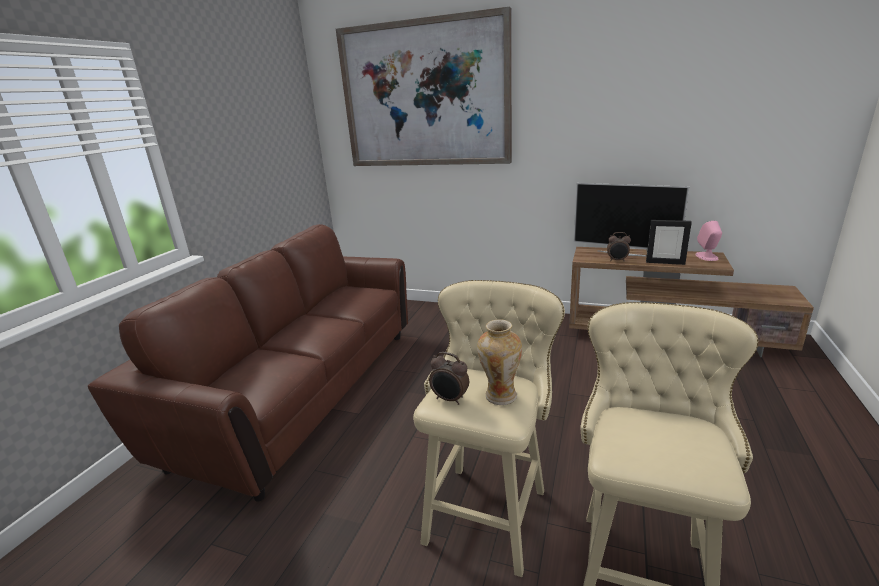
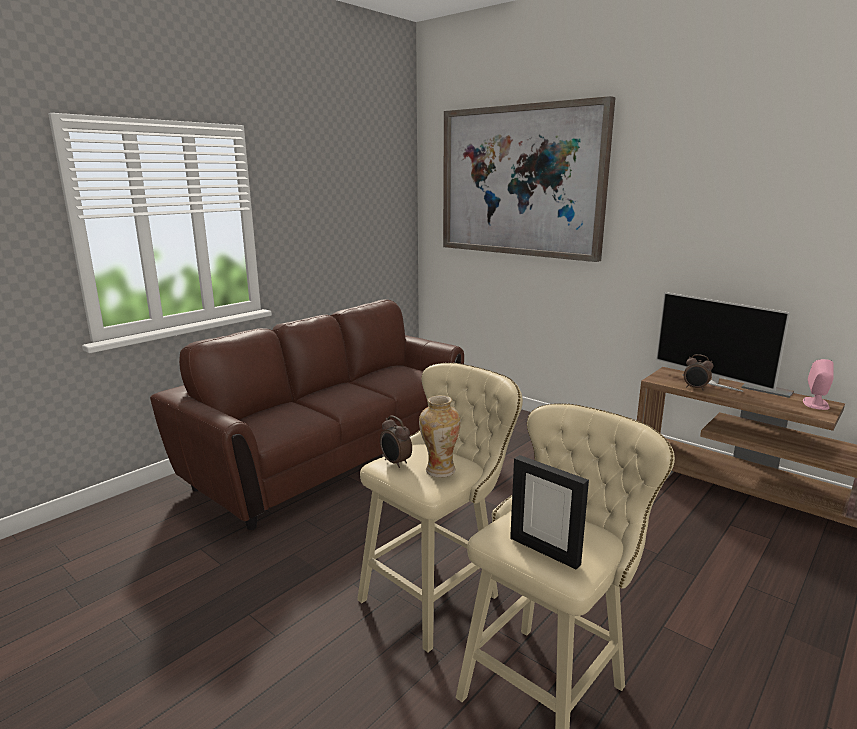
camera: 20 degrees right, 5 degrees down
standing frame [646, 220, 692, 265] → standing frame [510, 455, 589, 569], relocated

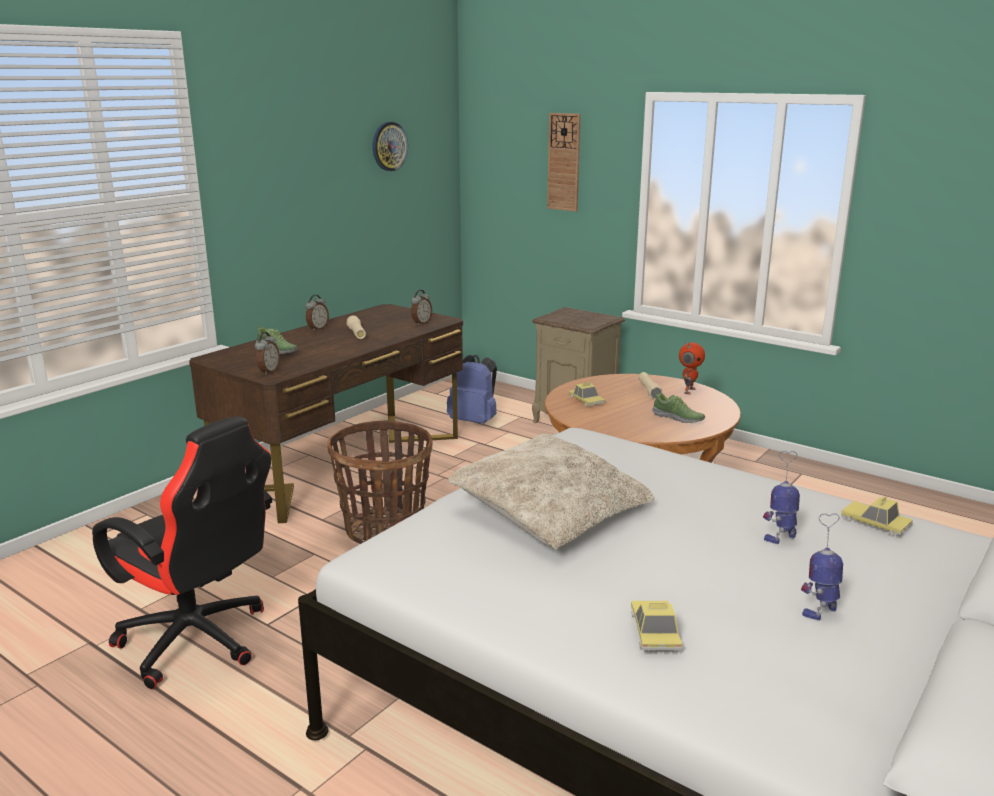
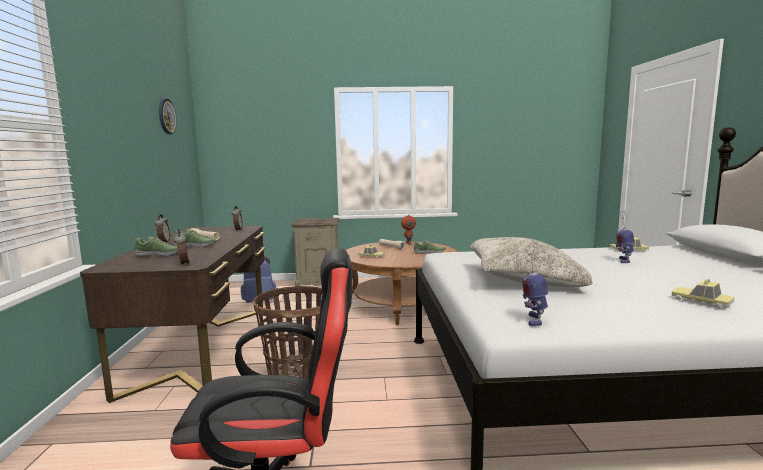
camera: 40 degrees left, 10 degrees down
hanging clock [547, 113, 581, 212] → -
toy robot [801, 513, 843, 621] → toy robot [523, 245, 548, 326], relocated
- → low shoe [174, 229, 216, 247]

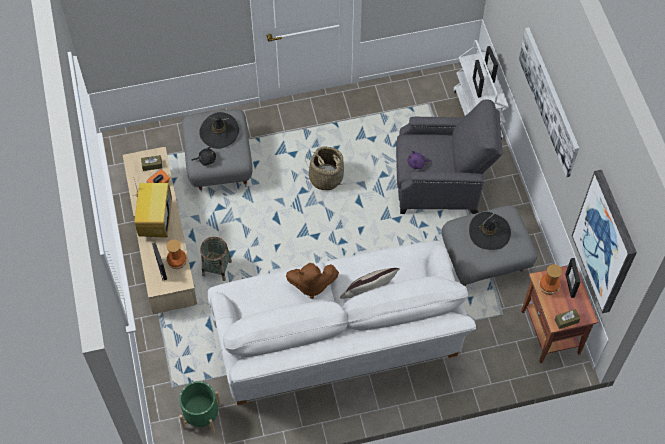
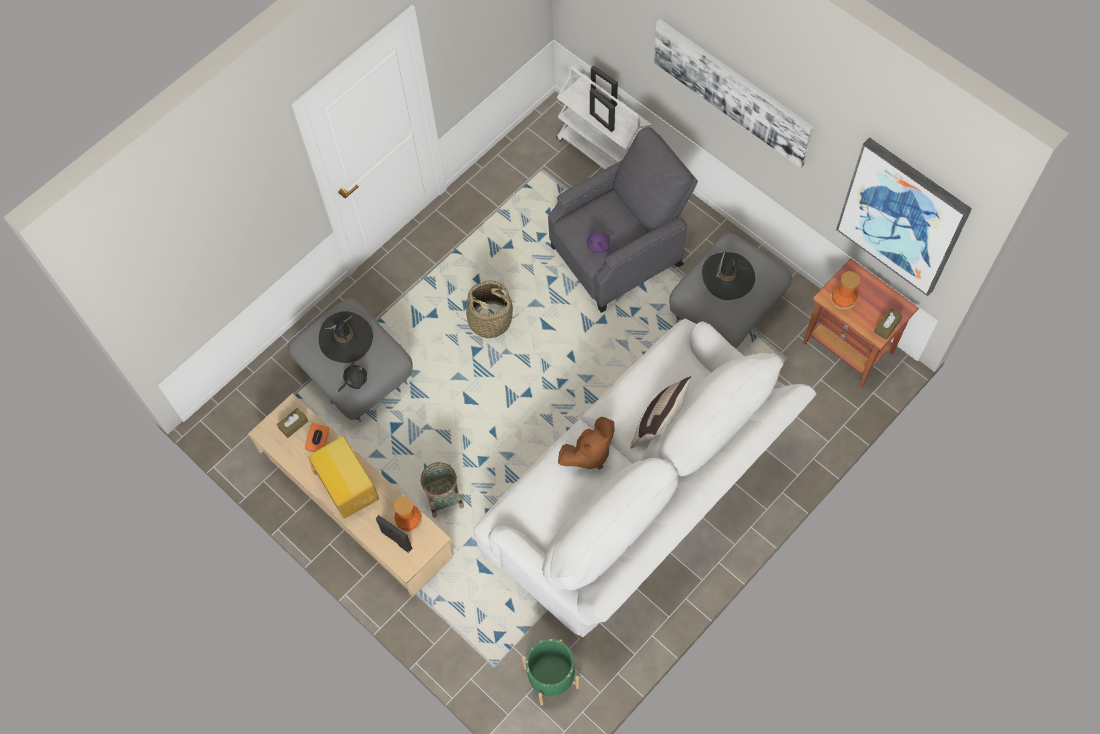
camera: 30 degrees left, 5 degrees up
standing frame [565, 258, 580, 298] → -

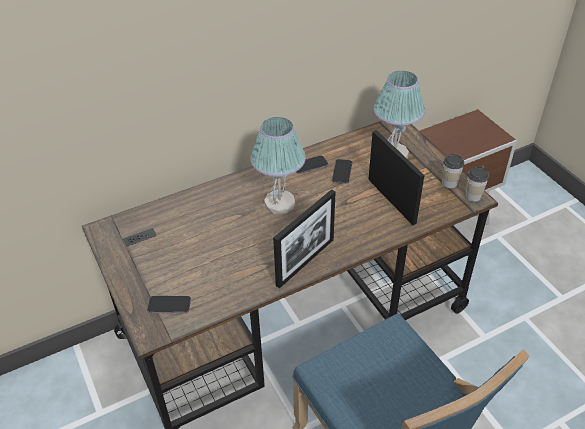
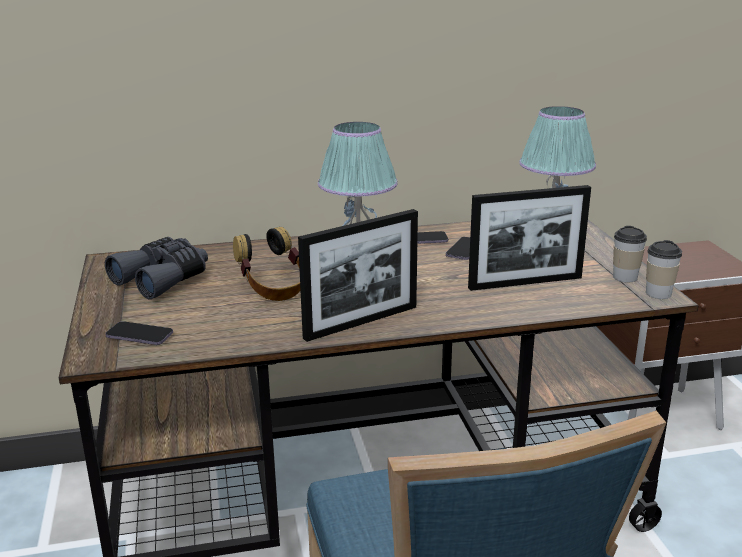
camera: 15 degrees right, 20 degrees down
standing frame [368, 130, 424, 225] → standing frame [468, 185, 591, 291], 90 degrees clockwise
- → pair of headphones [233, 227, 300, 301]
- → greyish binoculars [105, 237, 208, 299]

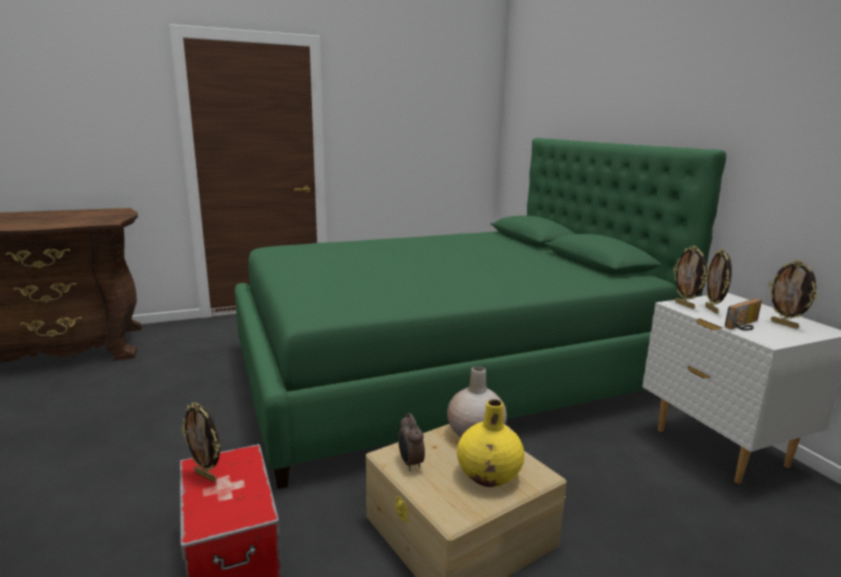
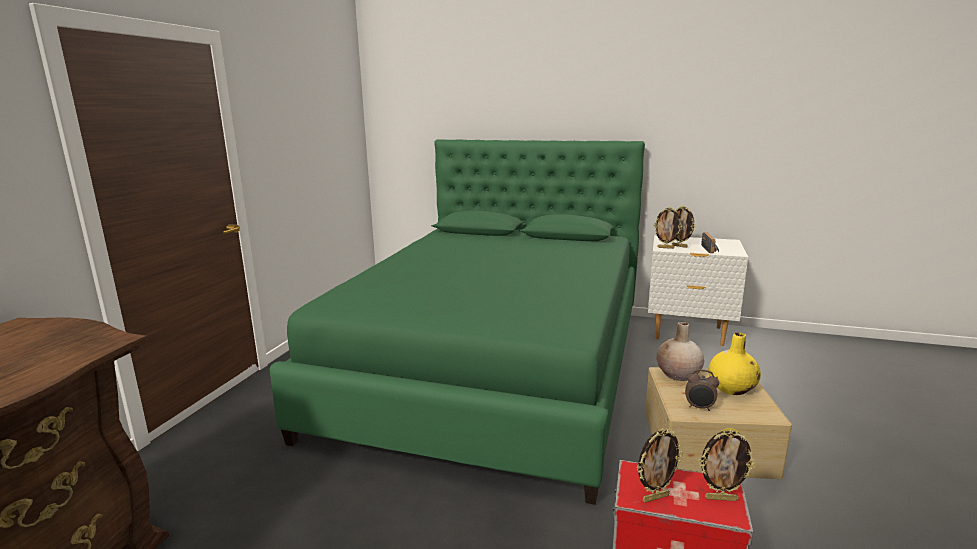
camera: 50 degrees left, 0 degrees up
standing frame [768, 259, 818, 329] → standing frame [699, 429, 756, 501], relocated

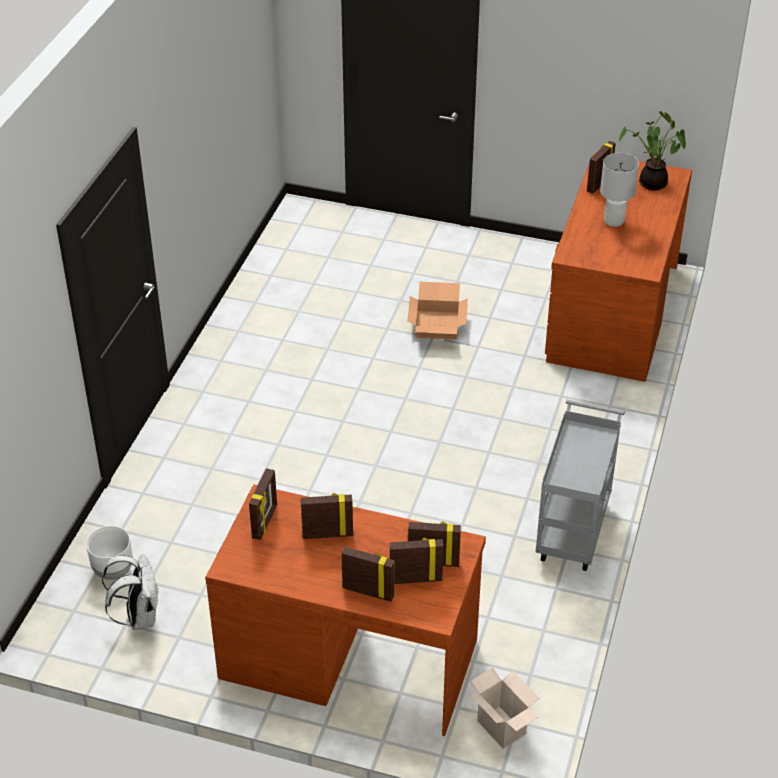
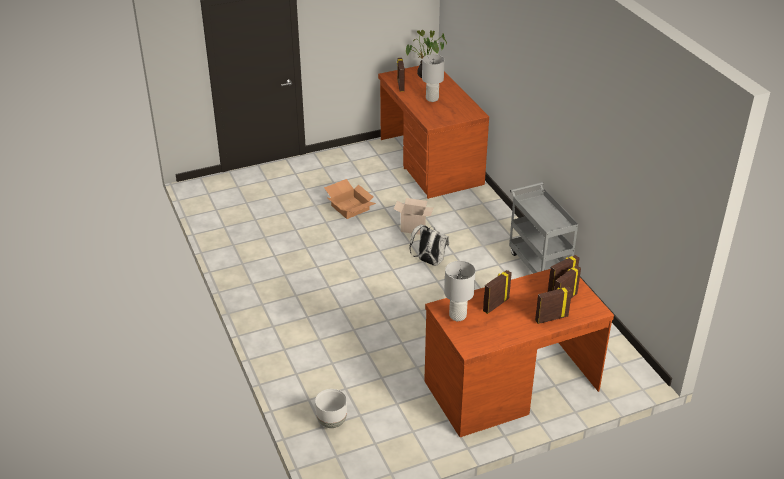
camera: 40 degrees left, 5 degrees down
standing frame [249, 468, 277, 540] → greyish tabletop lamp [444, 261, 475, 321]
white rucksack [102, 554, 158, 630] → white rucksack [410, 224, 449, 266], relocated
cardboard box [470, 668, 539, 749] → cardboard box [394, 198, 434, 235], relocated

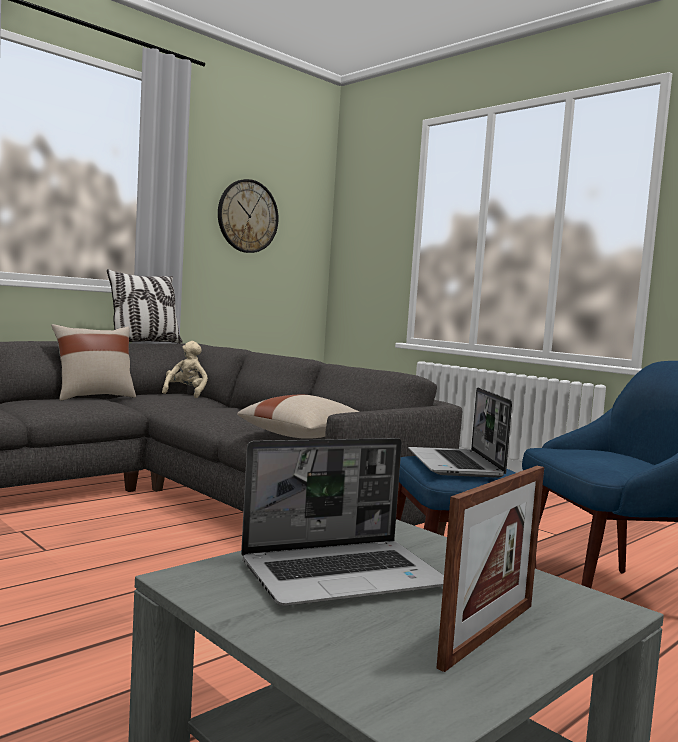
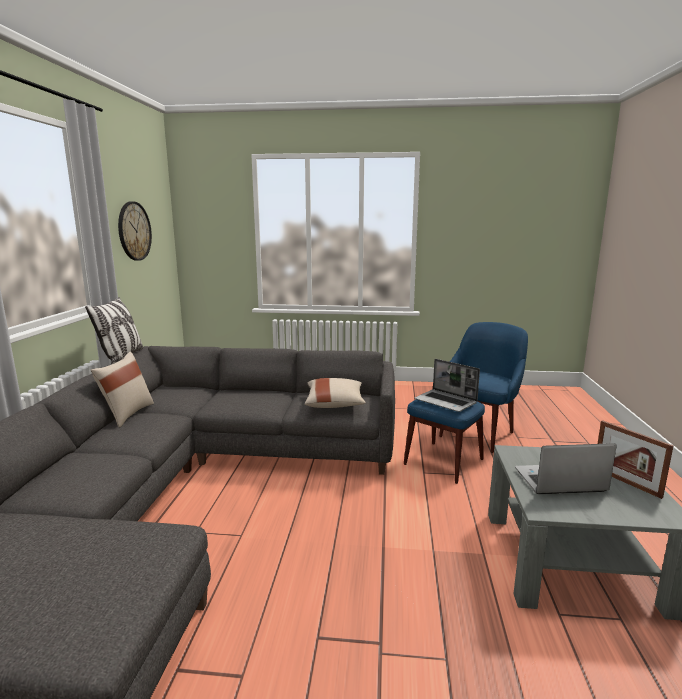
camera: 40 degrees left, 10 degrees up
beige-coloured plush toy [162, 341, 208, 398] → -
notebook computer [241, 438, 444, 606] → notebook computer [515, 443, 617, 494], 120 degrees counterclockwise
standing frame [436, 466, 544, 672] → standing frame [598, 420, 674, 499], 150 degrees clockwise

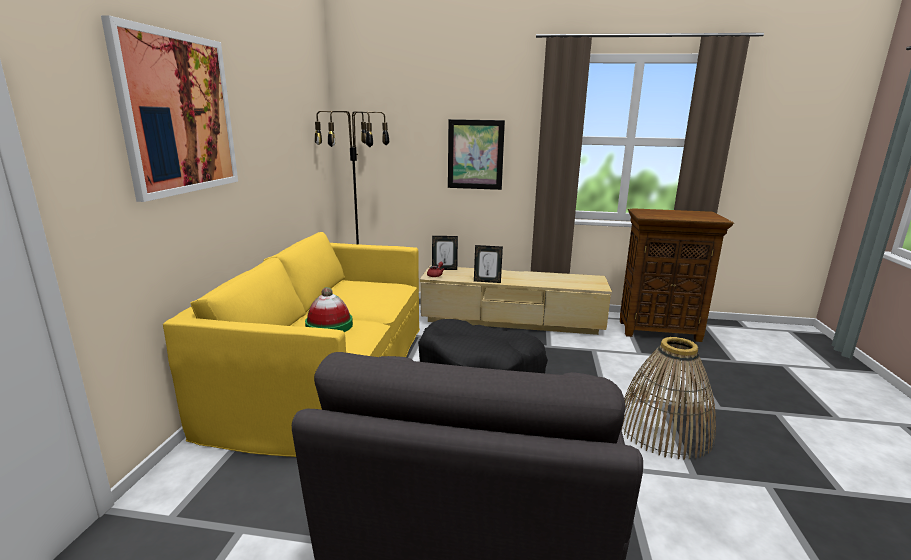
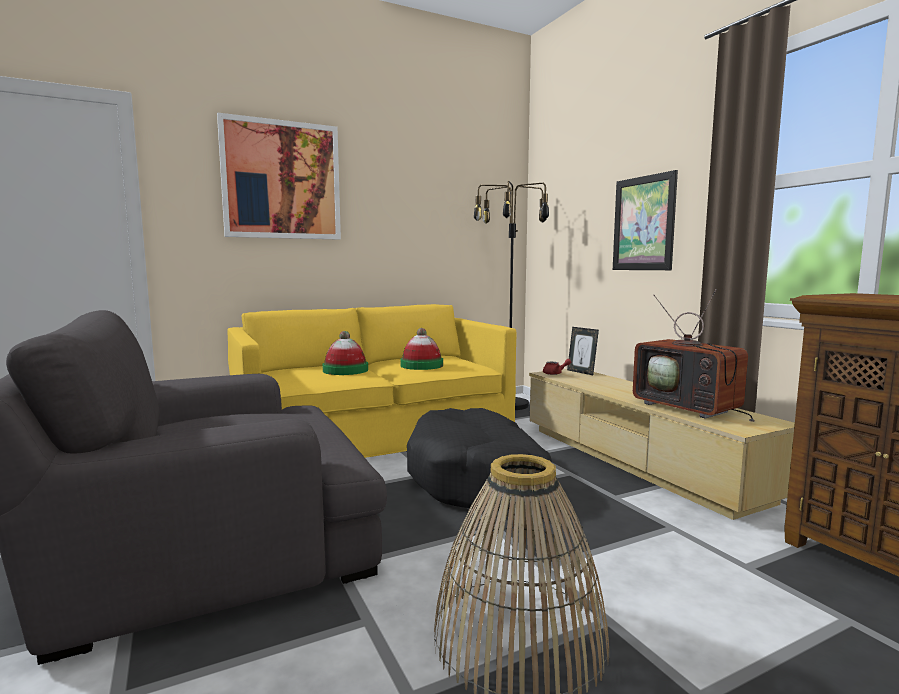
camera: 55 degrees right, 10 degrees down
standing frame [474, 245, 503, 283] → -
- → TV [633, 289, 755, 422]
- → hat [400, 328, 443, 370]

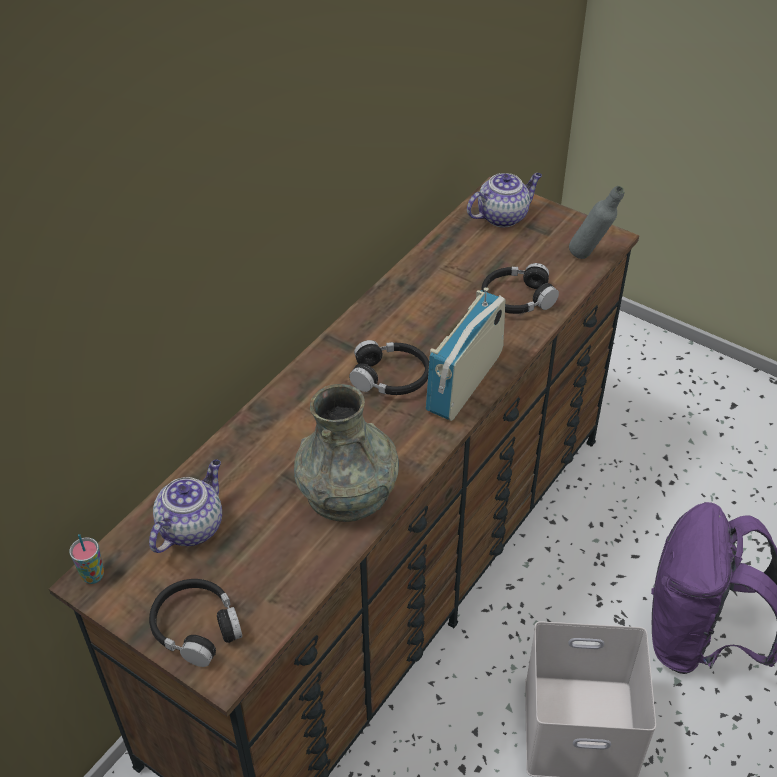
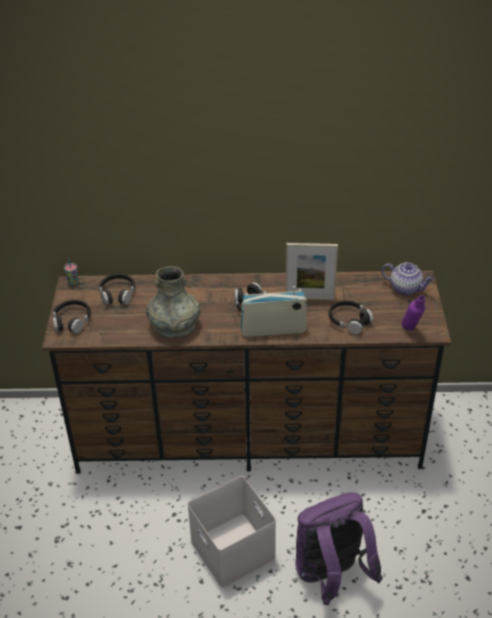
camera: 55 degrees right, 5 degrees down
greyish drink bottle [569, 186, 625, 259] → purplish drink bottle [402, 295, 425, 331]
pot for tea [149, 460, 222, 553] → blackish pair of headphones [99, 274, 135, 305]
- → standing frame [286, 243, 338, 300]

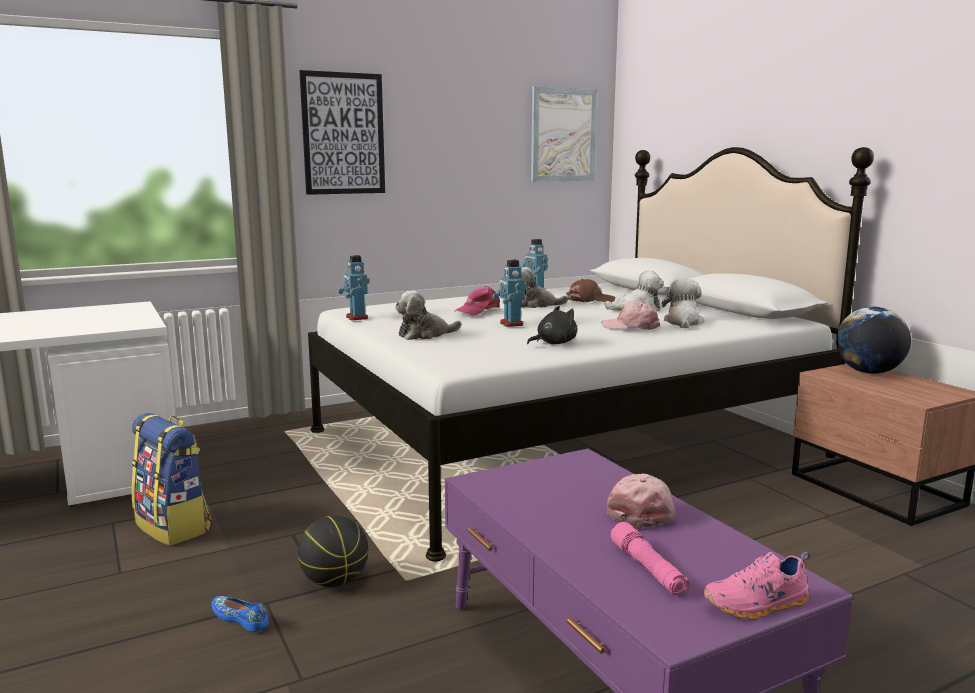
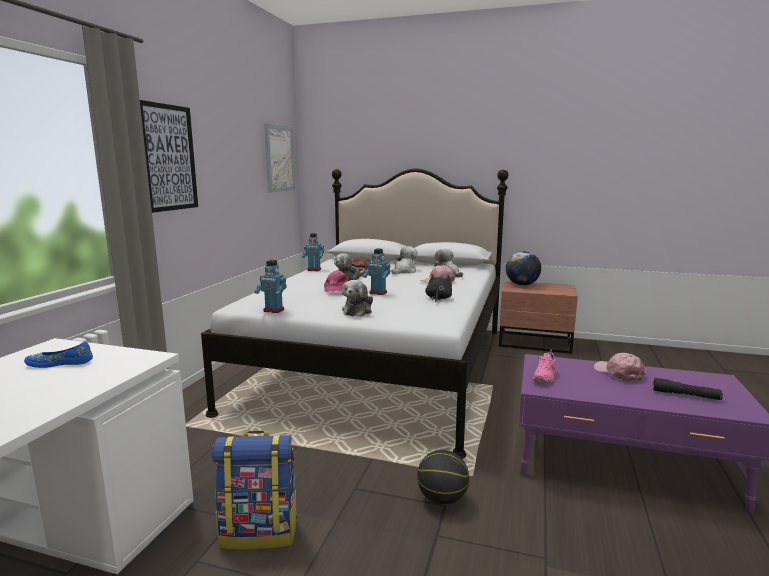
camera: 45 degrees left, 0 degrees up
pinkish hand torch [611, 522, 690, 595] → blackish hand torch [653, 378, 723, 400]
pinkish low shoe [704, 551, 809, 620] → pinkish low shoe [533, 349, 556, 383], relocated
bluish low shoe [212, 596, 269, 633] → bluish low shoe [24, 341, 93, 368], relocated

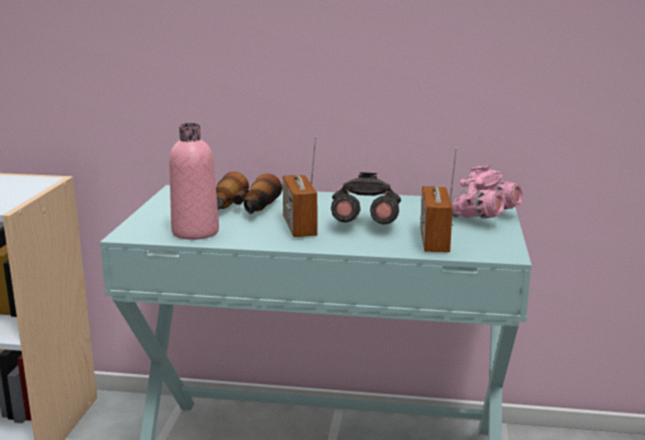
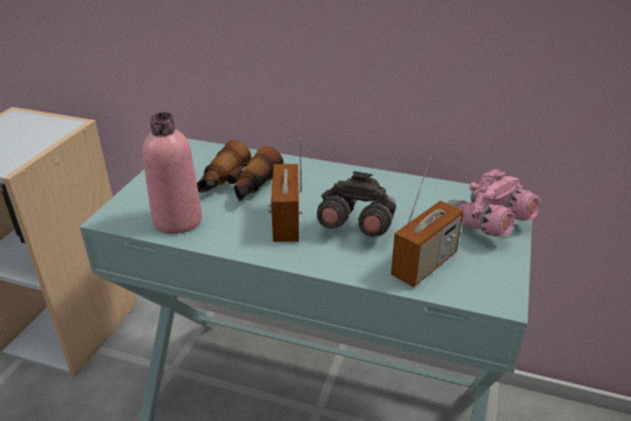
camera: 10 degrees right, 15 degrees up
radio receiver [420, 148, 457, 252] → radio receiver [391, 157, 464, 287], 150 degrees counterclockwise

